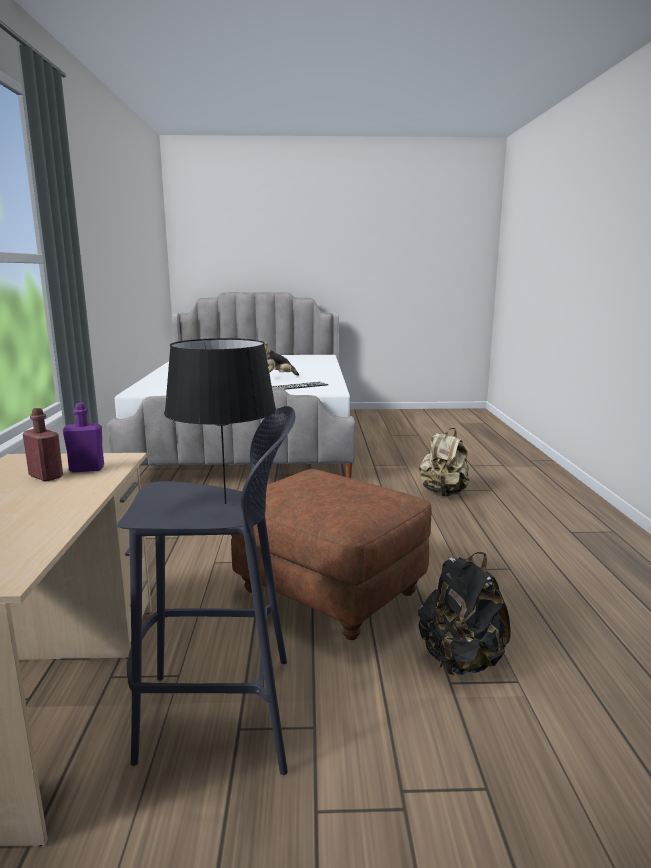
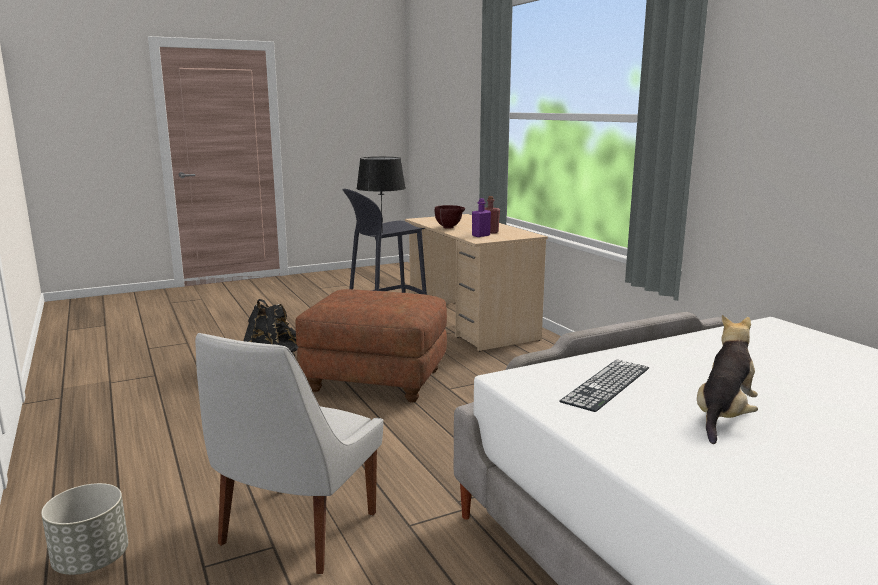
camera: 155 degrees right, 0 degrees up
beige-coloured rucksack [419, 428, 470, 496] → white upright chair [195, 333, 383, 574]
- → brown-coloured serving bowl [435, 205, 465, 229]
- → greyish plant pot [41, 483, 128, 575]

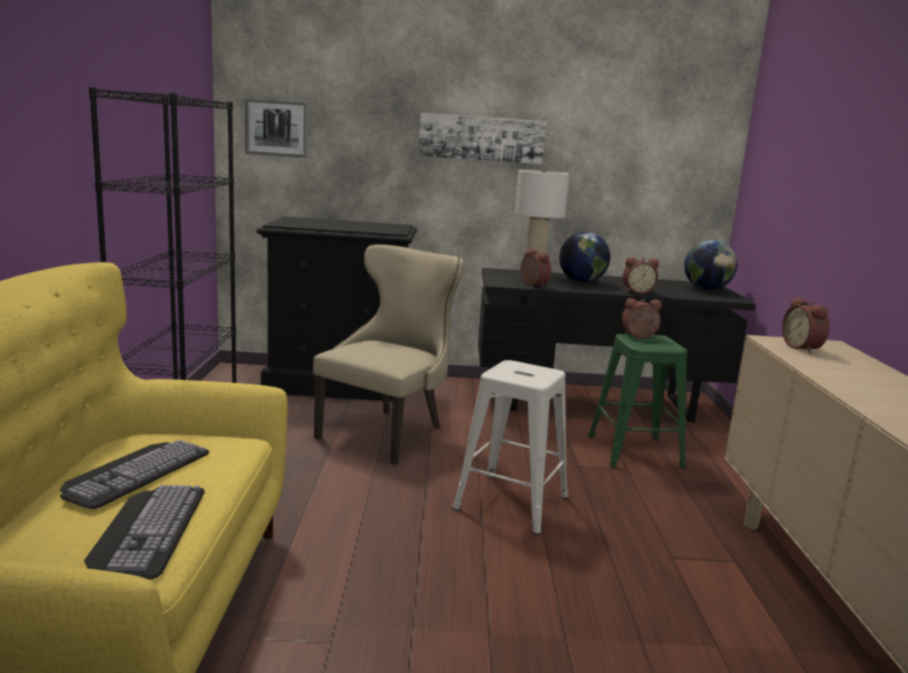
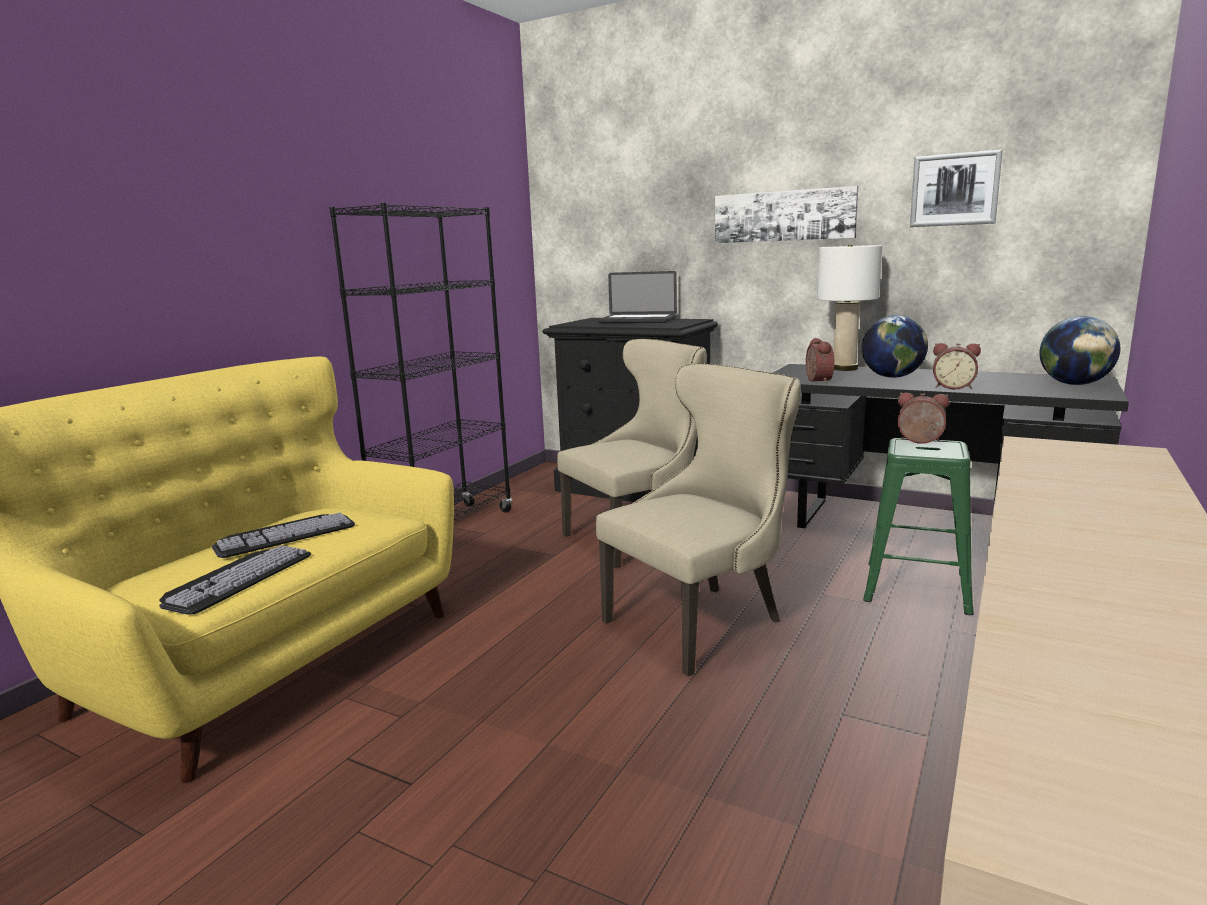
camera: 30 degrees right, 0 degrees up
picture [245, 98, 309, 158] → picture [910, 149, 1003, 227], relocated
alarm clock [782, 297, 830, 353] → -
white stool [452, 360, 569, 535] → beige-coloured upright chair [596, 363, 801, 676]
- → notebook computer [598, 271, 677, 323]

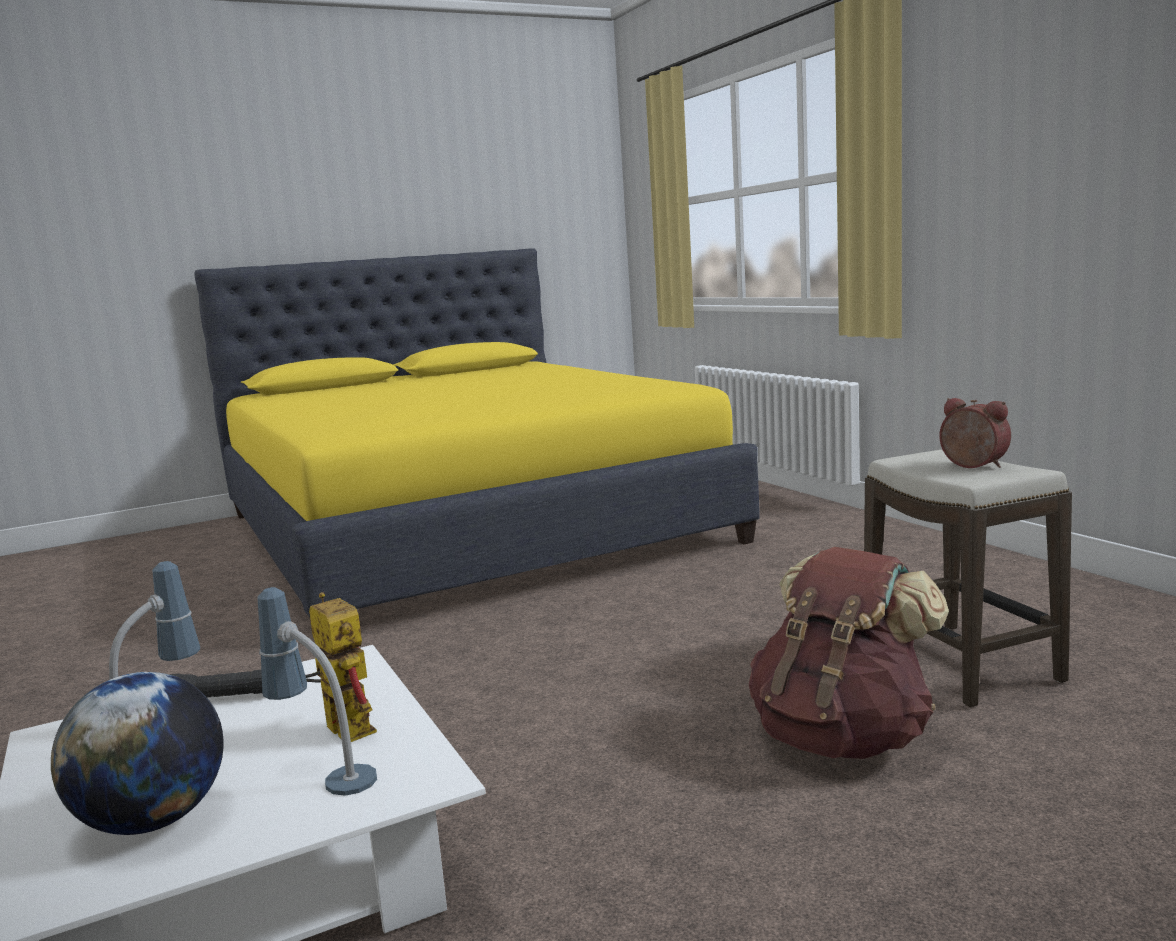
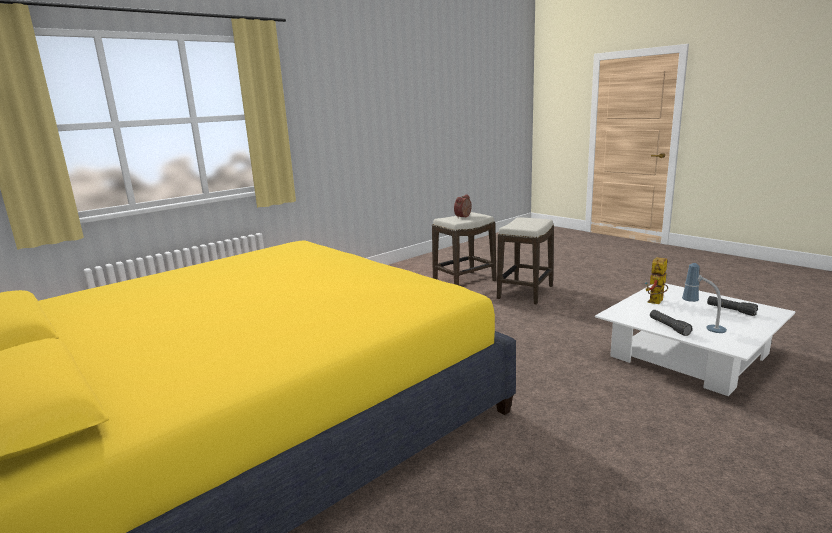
camera: 105 degrees left, 5 degrees up
brown-coloured rucksack [749, 547, 949, 759] → stool [497, 217, 554, 304]
tabletop lamp [257, 587, 377, 796] → -
globe [51, 672, 224, 835] → blackish hand torch [707, 296, 758, 316]

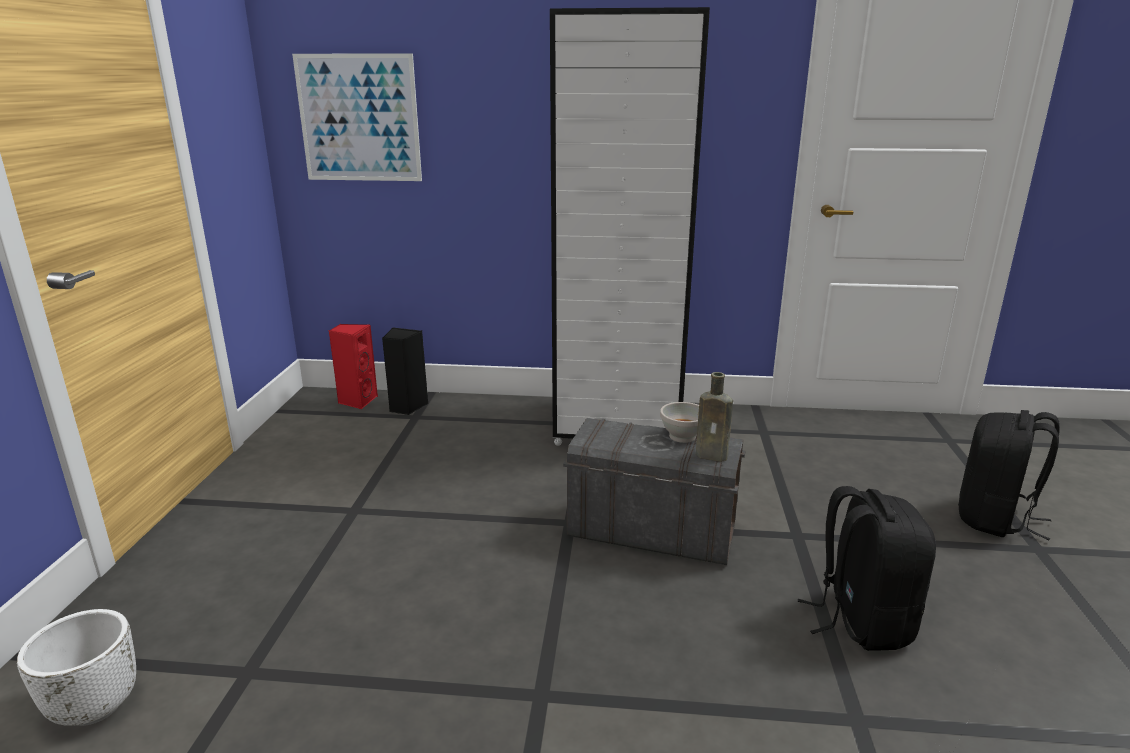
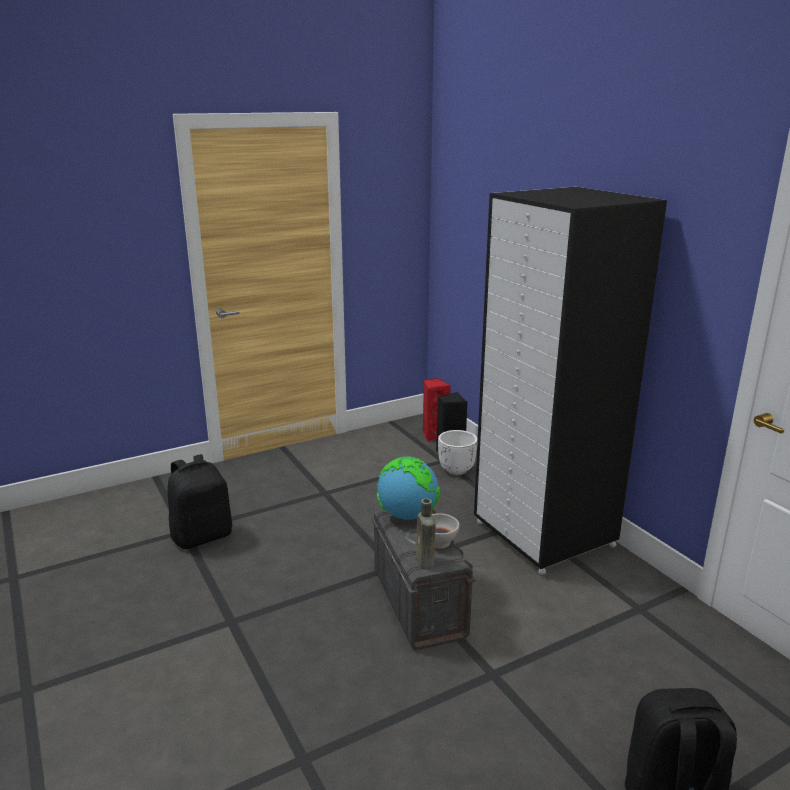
camera: 55 degrees right, 0 degrees up
picture [292, 53, 422, 181] → -
blackish rucksack [798, 486, 936, 651] → blackish rucksack [167, 454, 232, 549], relocated
white plant pot [17, 609, 136, 726] → white plant pot [438, 430, 478, 475], relocated
- → globe [377, 457, 440, 520]

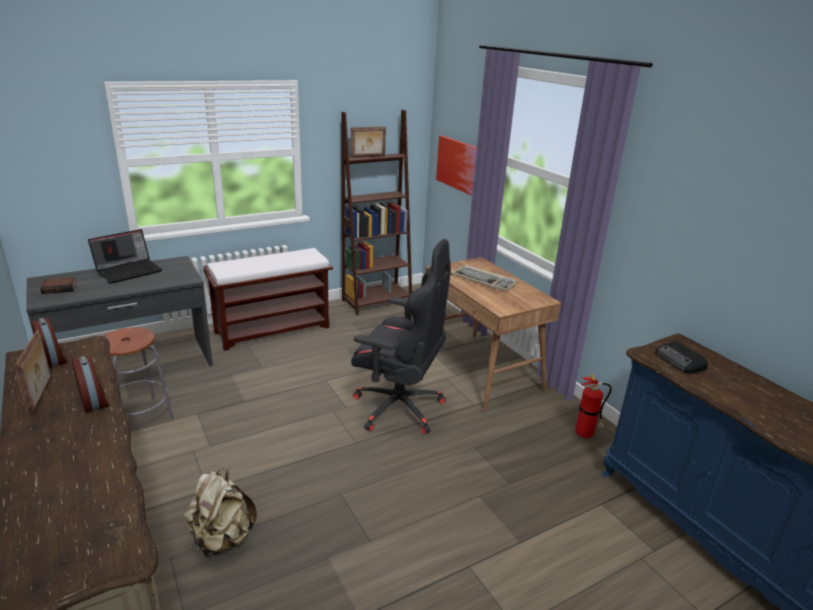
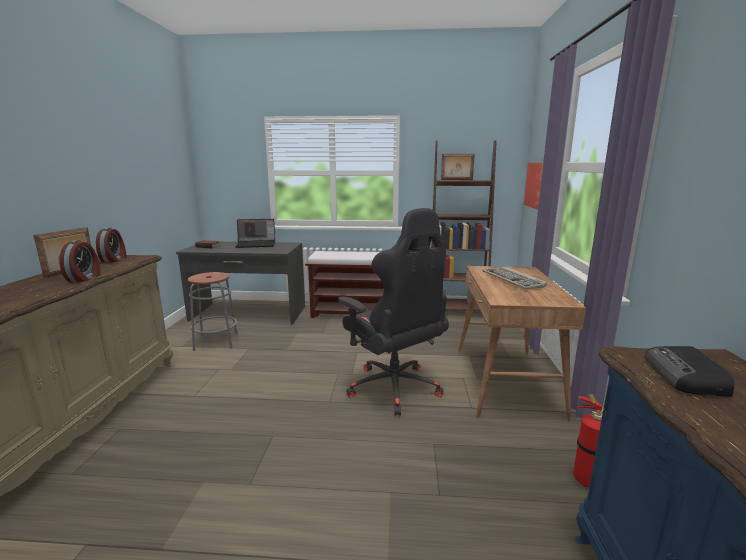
camera: 35 degrees right, 10 degrees down
beige-coloured rucksack [184, 468, 257, 557] → -

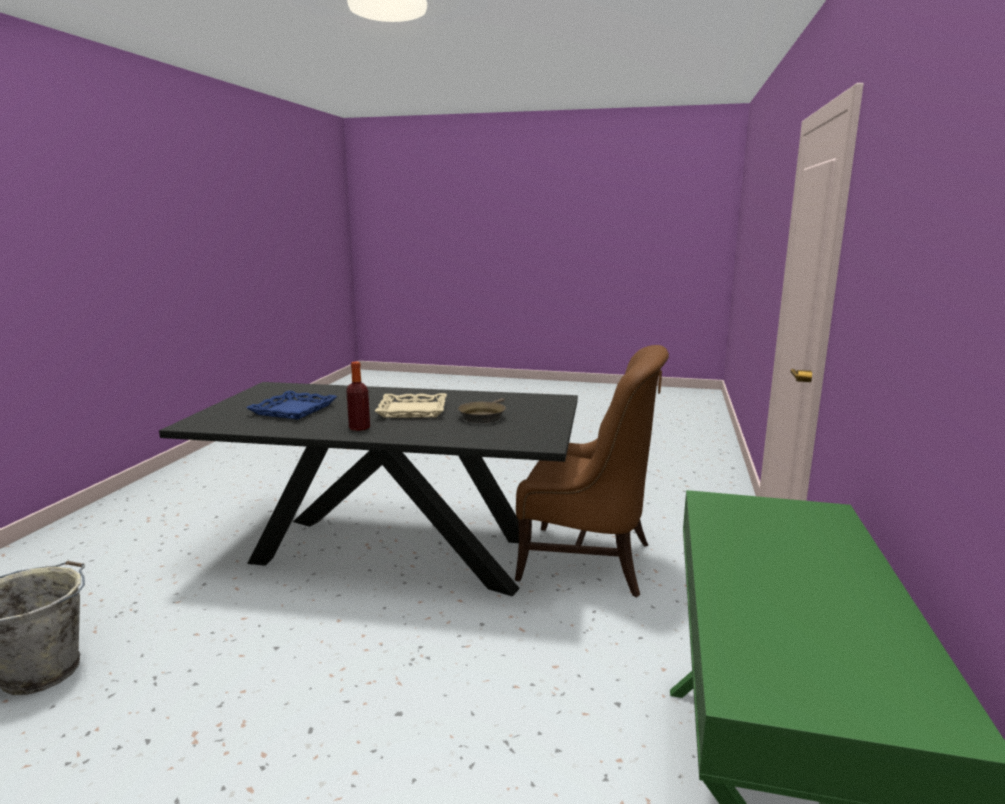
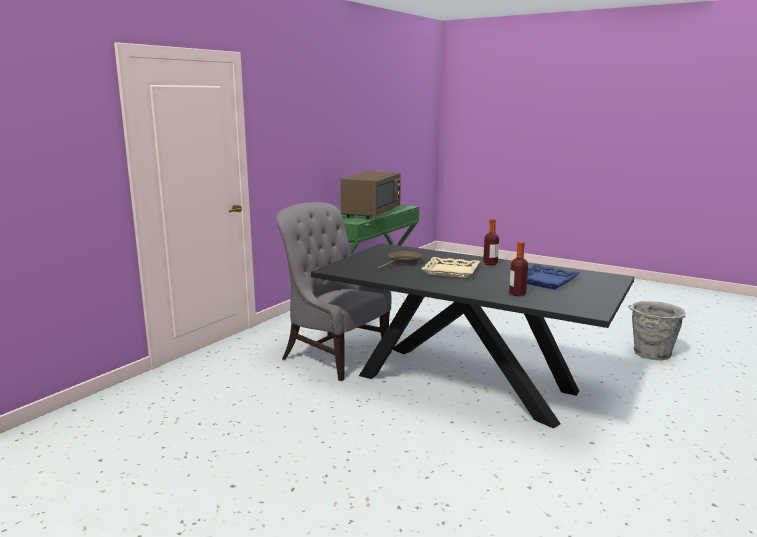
camera: 160 degrees left, 0 degrees up
brown-coloured upright chair [515, 345, 669, 598] → greyish upright chair [276, 202, 392, 381]
- → brown-coloured microwave oven [340, 171, 401, 219]
- → drink bottle [509, 241, 528, 296]

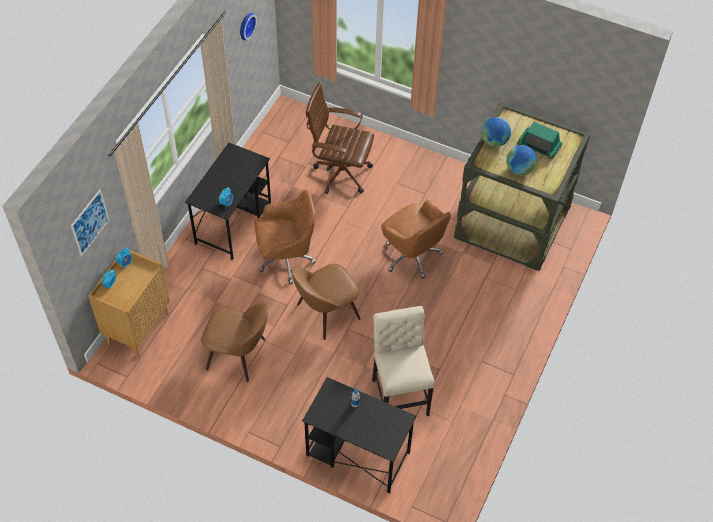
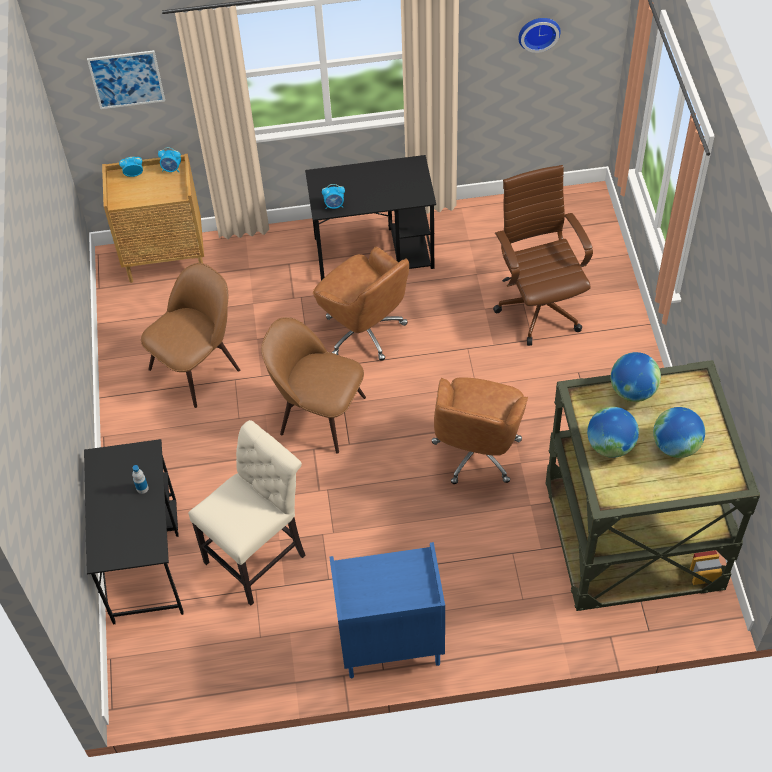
camera: 60 degrees right, 0 degrees up
radio receiver [518, 122, 562, 159] → globe [653, 407, 705, 458]
brown-coloured upright chair [201, 303, 268, 382] → brown-coloured upright chair [141, 263, 240, 408], 120 degrees counterclockwise
- → bluish cabinet [329, 542, 445, 678]

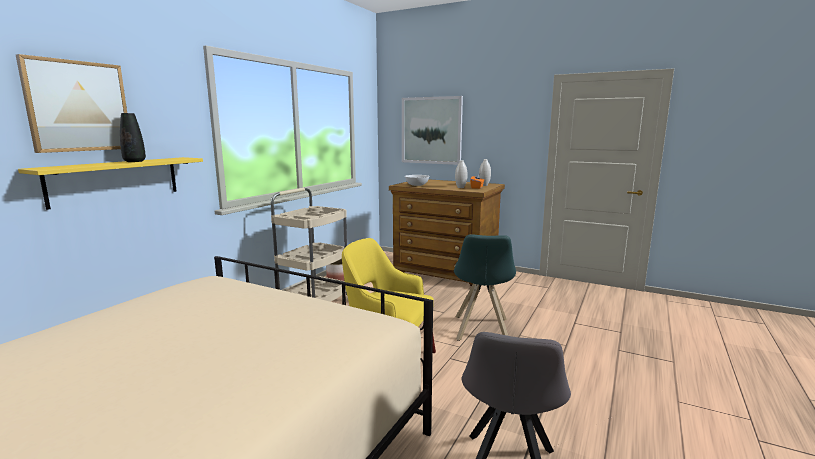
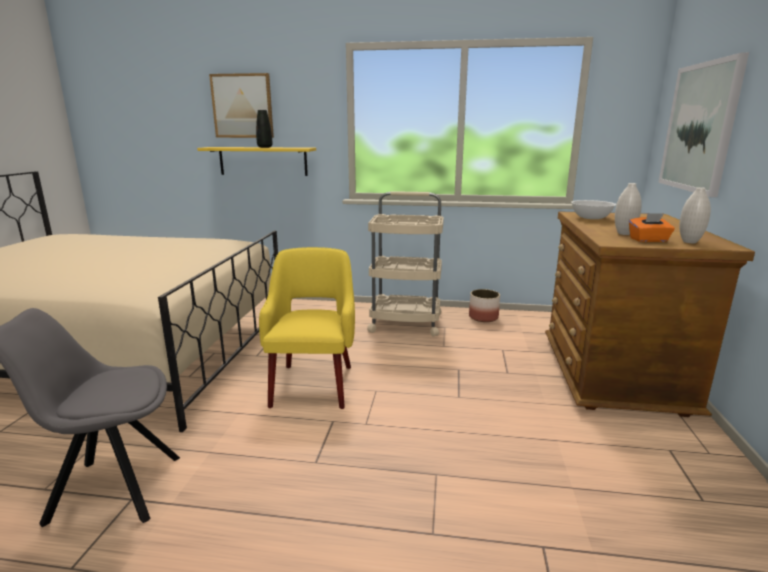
camera: 70 degrees right, 5 degrees up
turquoise upright chair [454, 234, 516, 341] → -

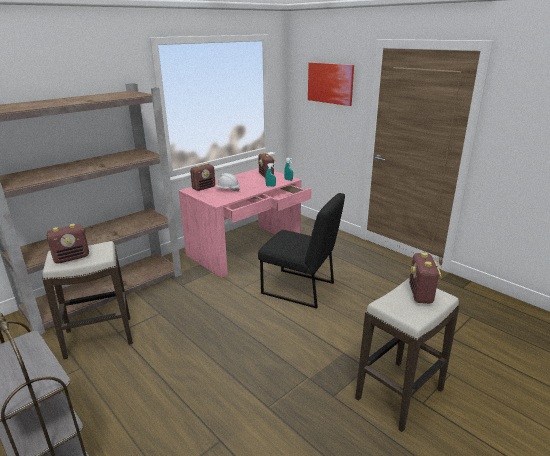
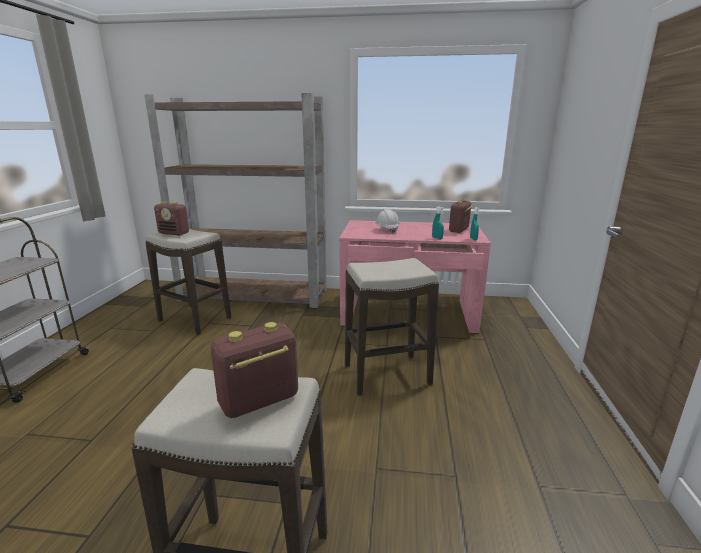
camera: 50 degrees right, 5 degrees down
picture [308, 62, 354, 106] → -
radio receiver [190, 163, 215, 191] → -
blackish upright chair [258, 193, 345, 309] → stool [345, 258, 439, 396]

